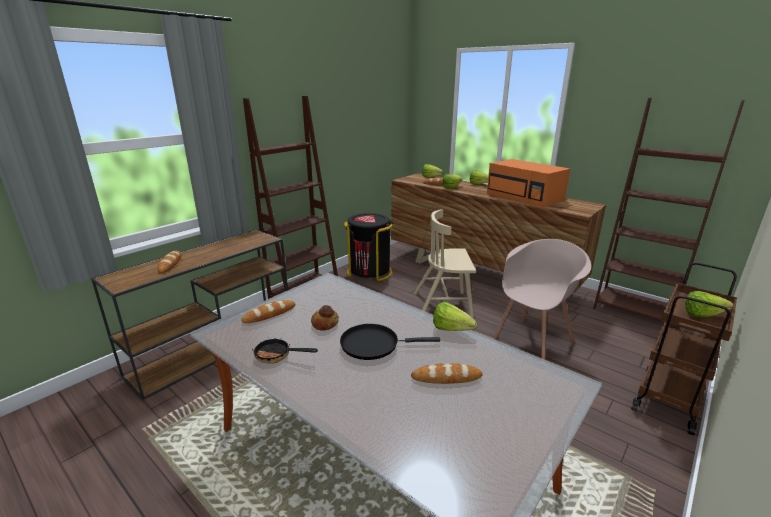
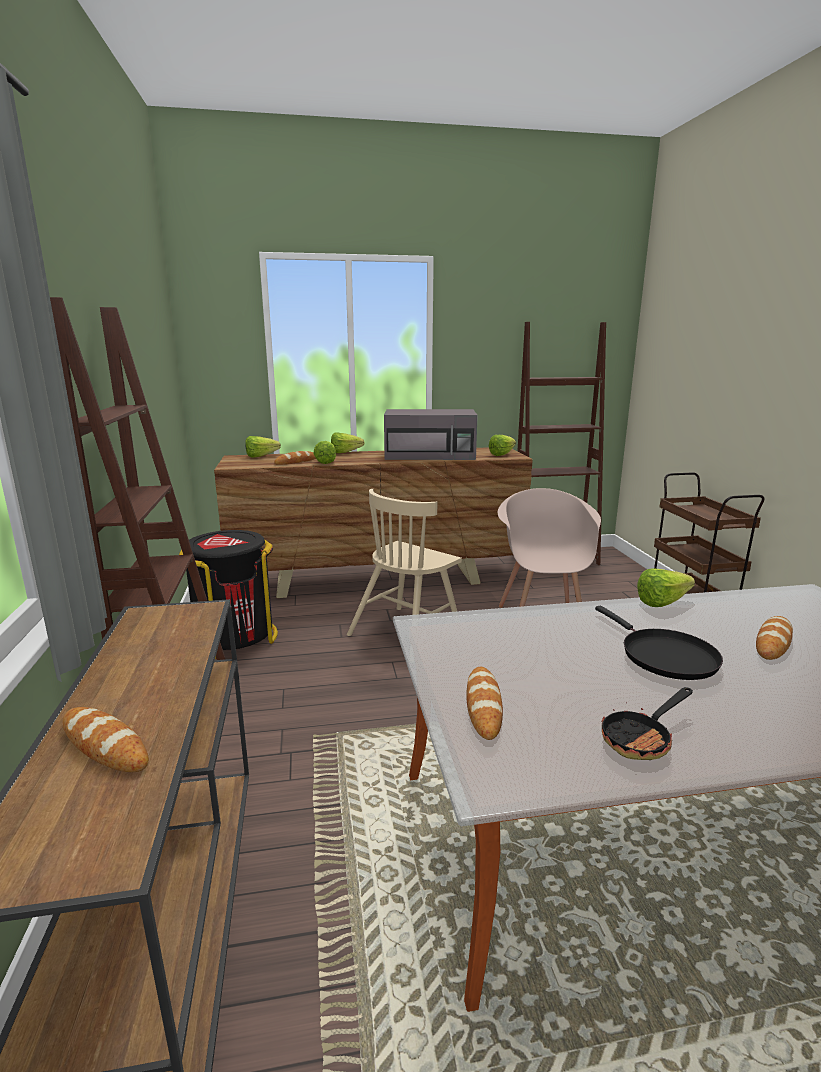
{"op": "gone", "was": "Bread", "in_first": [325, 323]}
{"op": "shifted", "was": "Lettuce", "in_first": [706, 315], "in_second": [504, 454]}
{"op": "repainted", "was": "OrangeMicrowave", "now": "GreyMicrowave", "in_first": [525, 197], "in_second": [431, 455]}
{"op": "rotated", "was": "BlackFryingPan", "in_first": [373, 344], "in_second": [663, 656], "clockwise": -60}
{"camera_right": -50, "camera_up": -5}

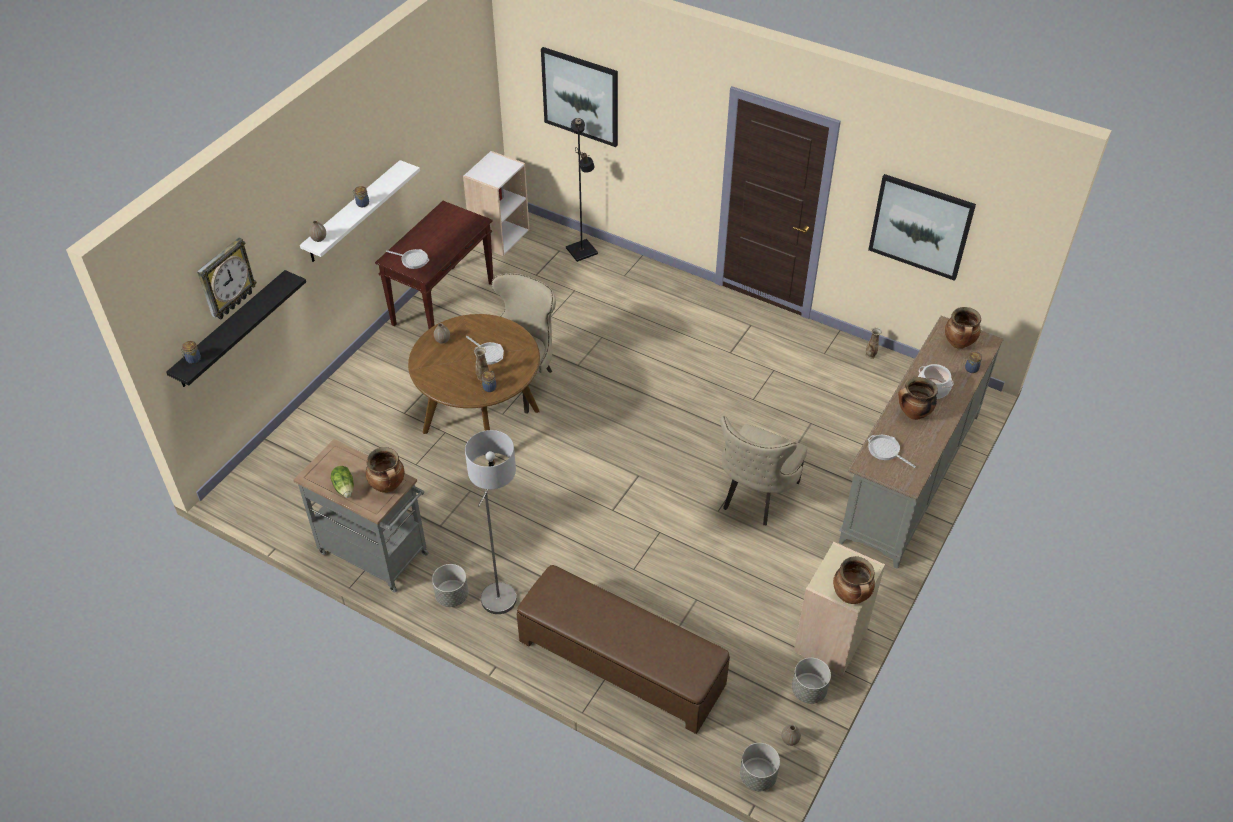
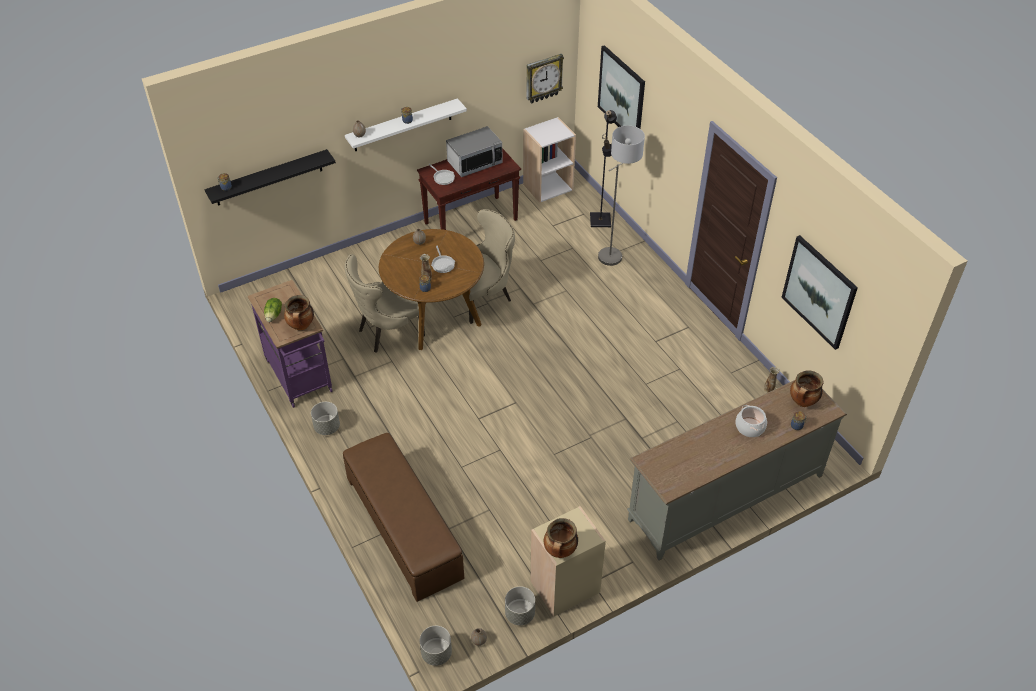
{"op": "gone", "was": "FryingPan", "in_first": [885, 450]}
{"op": "gone", "was": "CookingPot", "in_first": [913, 414]}
{"op": "new", "now": "Microwave", "in_second": [474, 163]}
{"op": "shifted", "was": "WallClock", "in_first": [225, 279], "in_second": [543, 78]}
{"op": "shifted", "was": "GreyFloorLamp", "in_first": [503, 590], "in_second": [615, 254]}
{"op": "shifted", "was": "BeigeChair", "in_first": [756, 495], "in_second": [387, 332]}
{"op": "repainted", "was": "GreyCart", "now": "PurpleCart", "in_first": [376, 555], "in_second": [300, 377]}
{"camera_right": 30, "camera_up": 0}

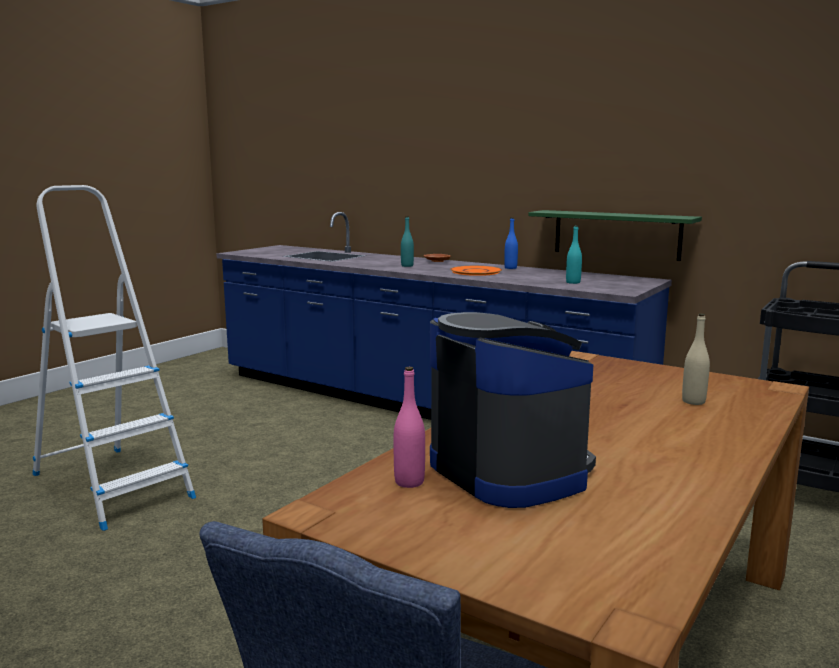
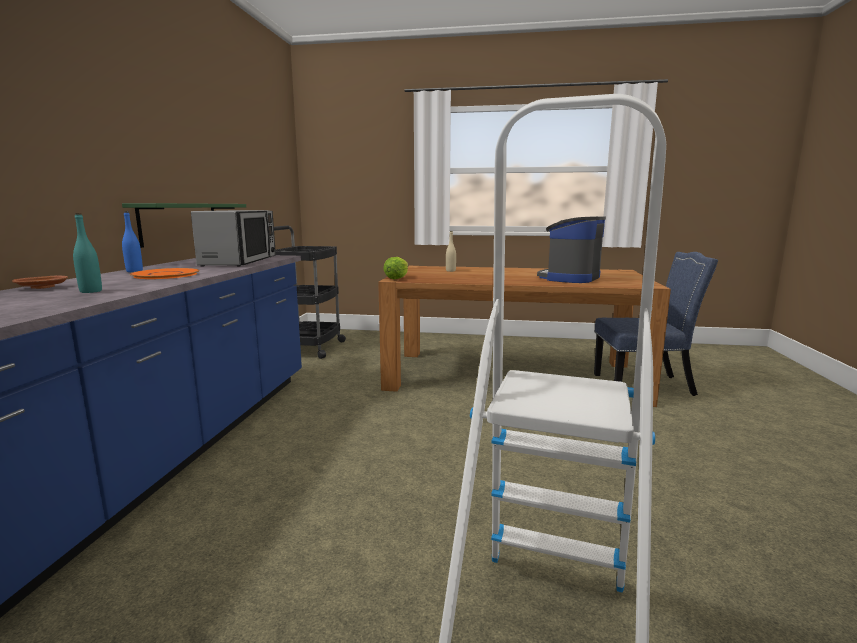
{"op": "gone", "was": "PinkBottle", "in_first": [409, 482]}
{"op": "new", "now": "Lettuce", "in_second": [396, 278]}
{"op": "swapped", "was": "TurquoiseBottle", "now": "Microwave", "in_first": [573, 282], "in_second": [240, 261]}
{"camera_right": -115, "camera_up": 0}

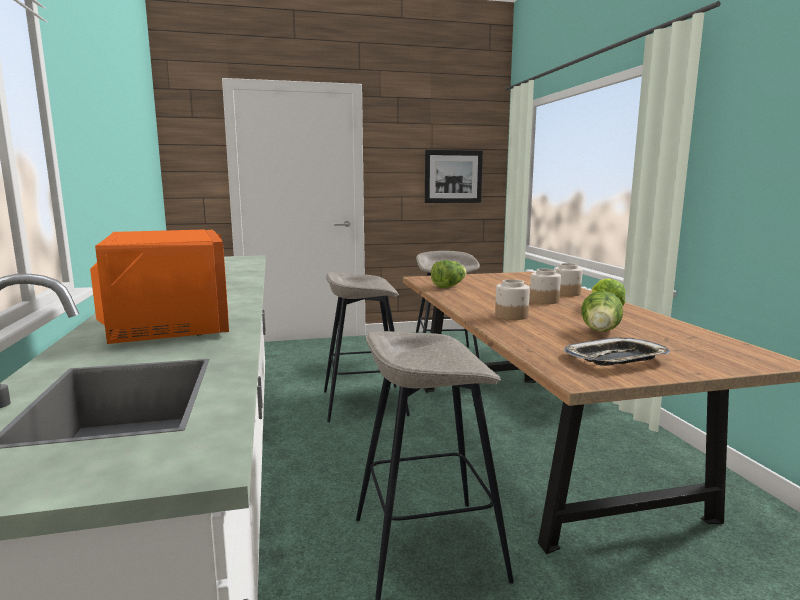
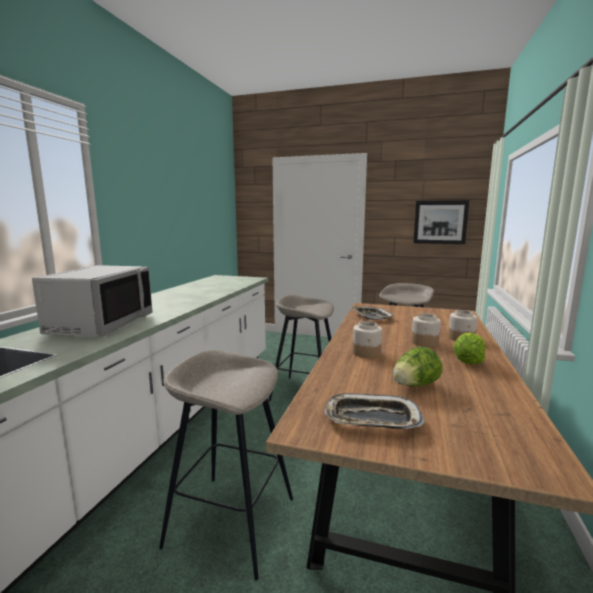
{"op": "swapped", "was": "Lettuce", "now": "Tray", "in_first": [449, 286], "in_second": [371, 316]}
{"op": "repainted", "was": "OrangeMicrowave", "now": "GreyMicrowave", "in_first": [167, 324], "in_second": [100, 324]}
{"camera_right": 30, "camera_up": 0}

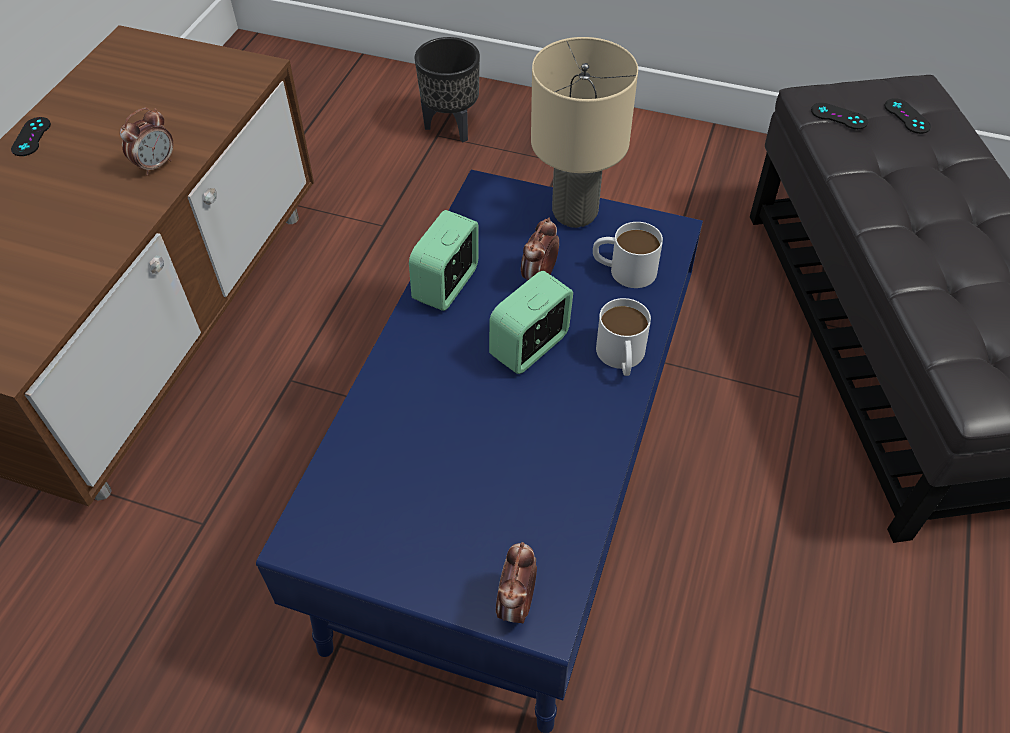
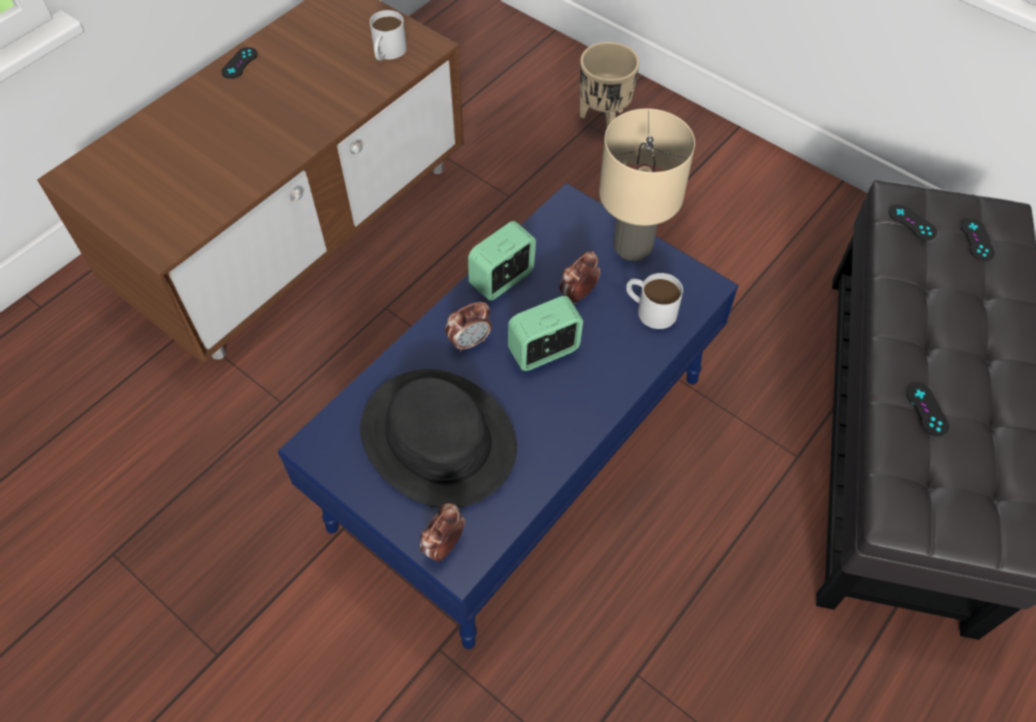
{"op": "new", "now": "BlackHat", "in_second": [438, 439]}
{"op": "new", "now": "BlackGameController", "in_second": [927, 410]}
{"op": "shifted", "was": "AlarmClock", "in_first": [156, 165], "in_second": [470, 342]}
{"op": "shifted", "was": "WhiteMug", "in_first": [621, 357], "in_second": [387, 53]}
{"op": "repainted", "was": "BlackPlanter", "now": "BeigePlanter", "in_first": [450, 127], "in_second": [603, 120]}
{"camera_right": 20, "camera_up": 5}

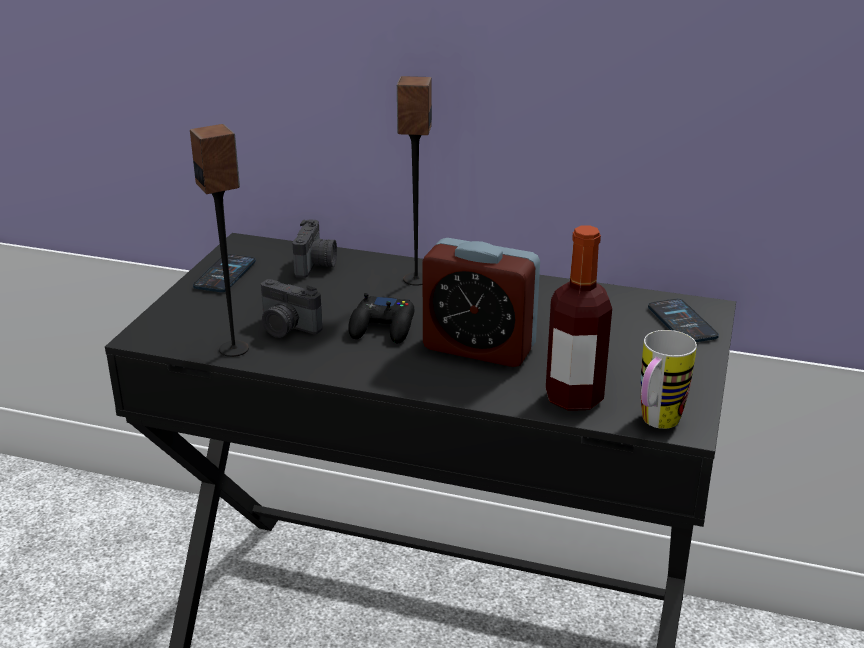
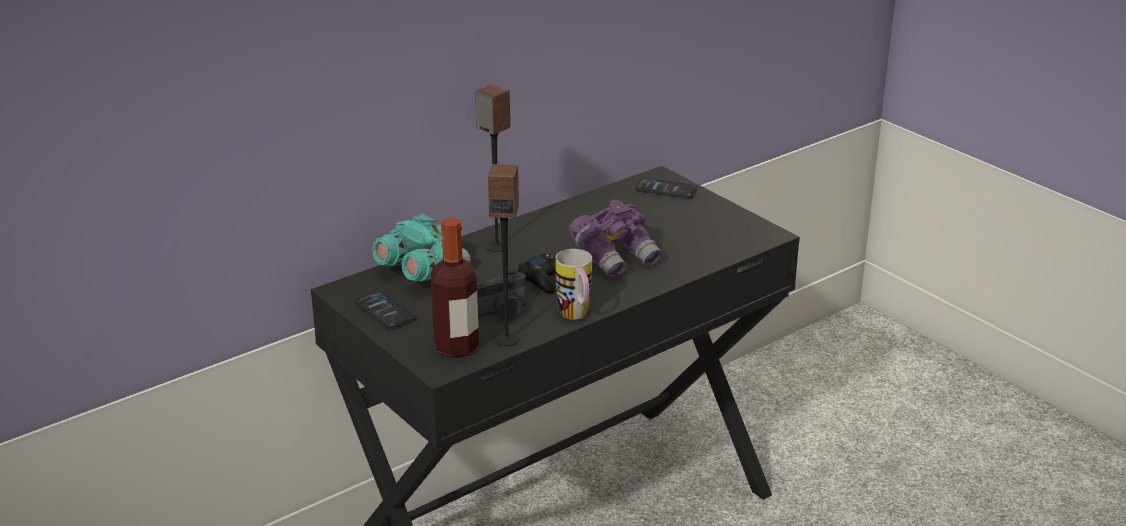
{"op": "shifted", "was": "Bottle", "in_first": [574, 397], "in_second": [456, 347]}
{"op": "shifted", "was": "Mug", "in_first": [655, 424], "in_second": [576, 317]}
{"op": "swapped", "was": "PhotoCamera", "now": "TurquoiseBinoculars", "in_first": [316, 265], "in_second": [421, 273]}
{"op": "swapped", "was": "AlarmClock", "now": "PurpleBinoculars", "in_first": [479, 348], "in_second": [615, 258]}
{"camera_right": -55, "camera_up": 0}

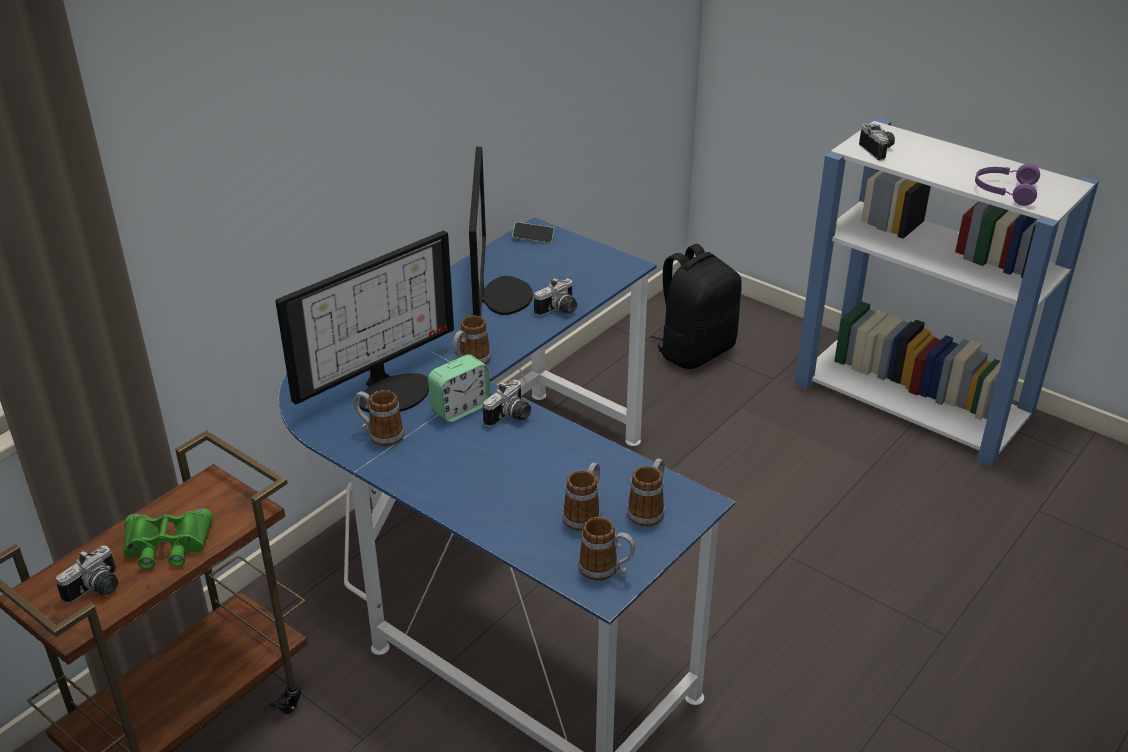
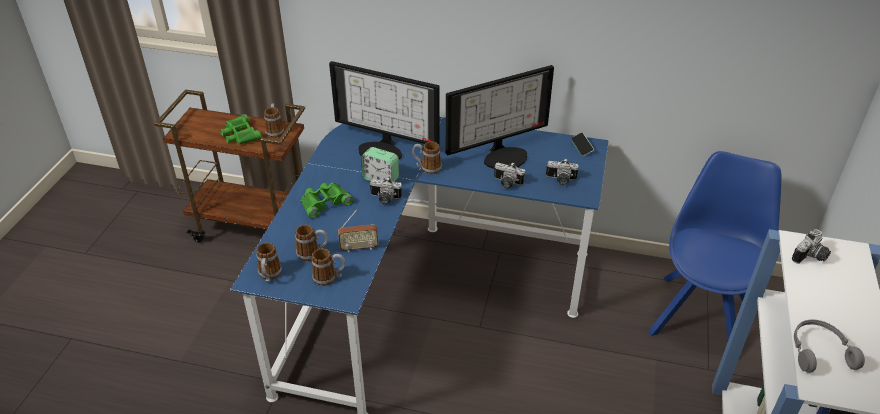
{"op": "new", "now": "GreenBinoculars", "in_second": [324, 202]}
{"op": "new", "now": "Radio", "in_second": [359, 248]}
{"op": "shifted", "was": "PhotoCamera", "in_first": [97, 590], "in_second": [560, 180]}
{"op": "shifted", "was": "Mug", "in_first": [380, 435], "in_second": [275, 130]}
{"op": "swapped", "was": "BlackBackpack", "now": "BlueChair", "in_first": [695, 351], "in_second": [700, 314]}
{"op": "repainted", "was": "PurpleHeadphones", "now": "GreyHeadphones", "in_first": [1004, 191], "in_second": [819, 351]}
{"camera_right": 65, "camera_up": 5}

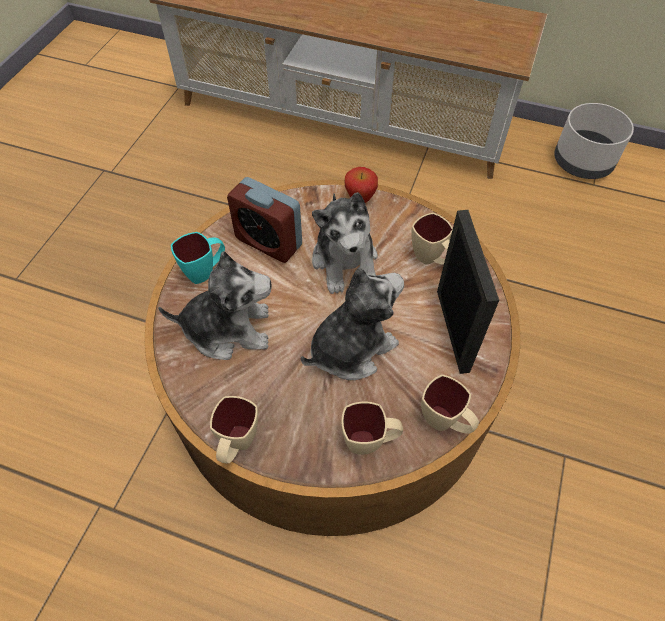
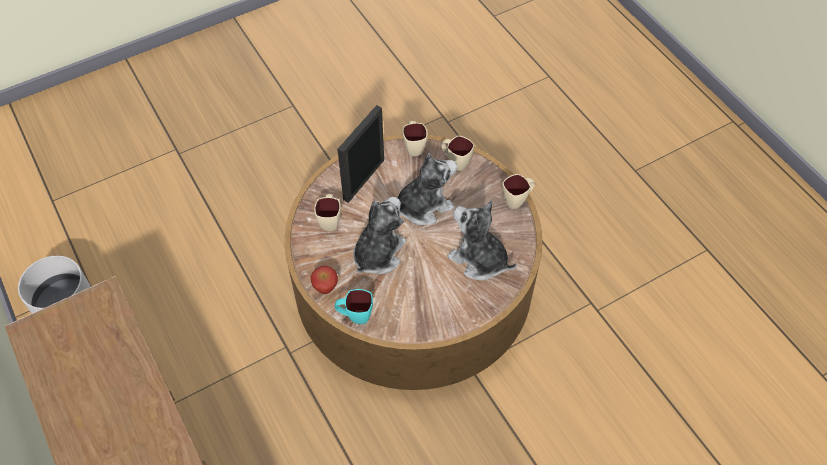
{"op": "gone", "was": "AlarmClock", "in_first": [268, 242]}
{"op": "shifted", "was": "TurquoiseMug", "in_first": [205, 271], "in_second": [355, 316]}
{"op": "rotated", "was": "PlushToy", "in_first": [351, 347], "in_second": [423, 206], "clockwise": 150}
{"camera_right": -140, "camera_up": 0}

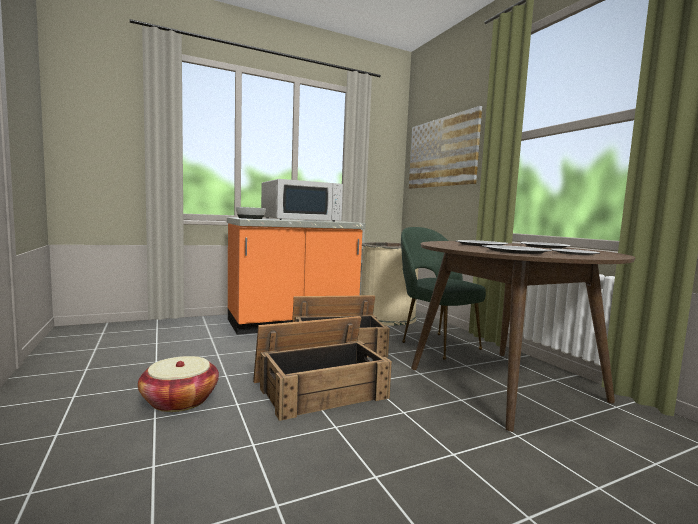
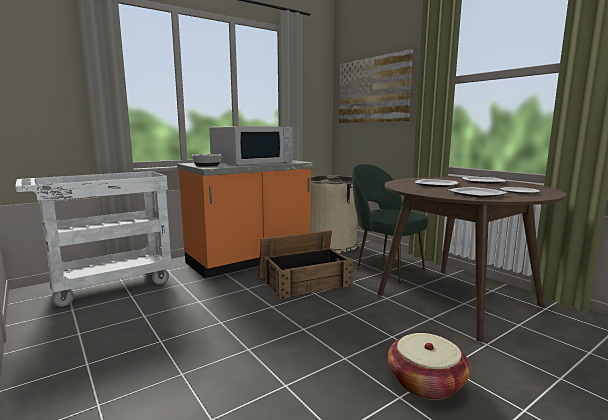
{"op": "gone", "was": "Crate", "in_first": [320, 389]}
{"op": "new", "now": "WhiteCart", "in_second": [107, 288]}
{"op": "shifted", "was": "Basket", "in_first": [179, 400], "in_second": [426, 382]}
{"camera_right": -10, "camera_up": 5}

